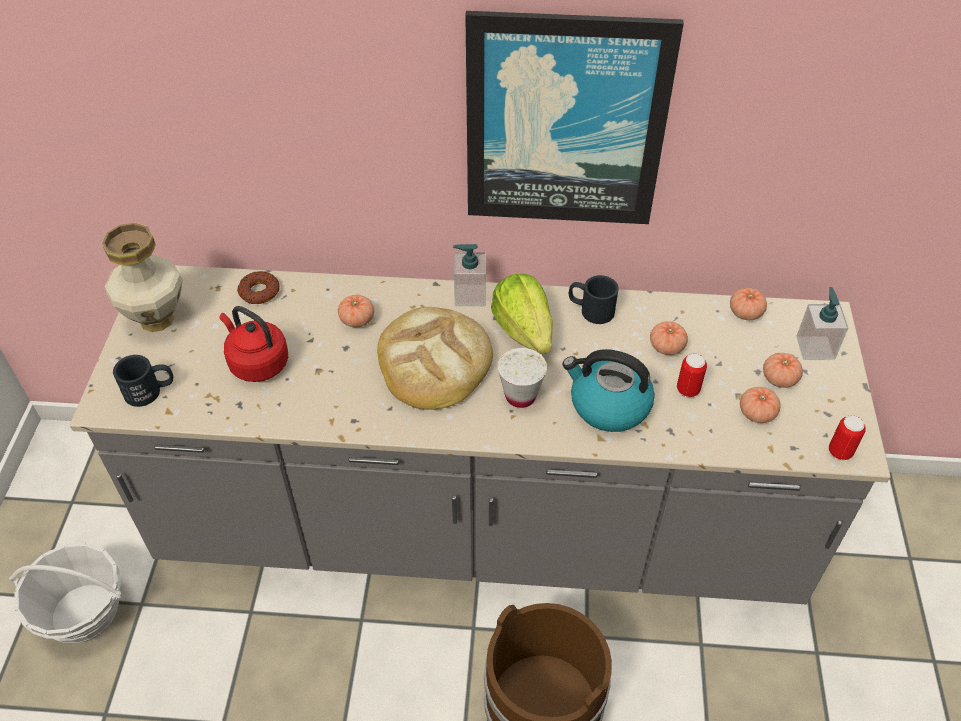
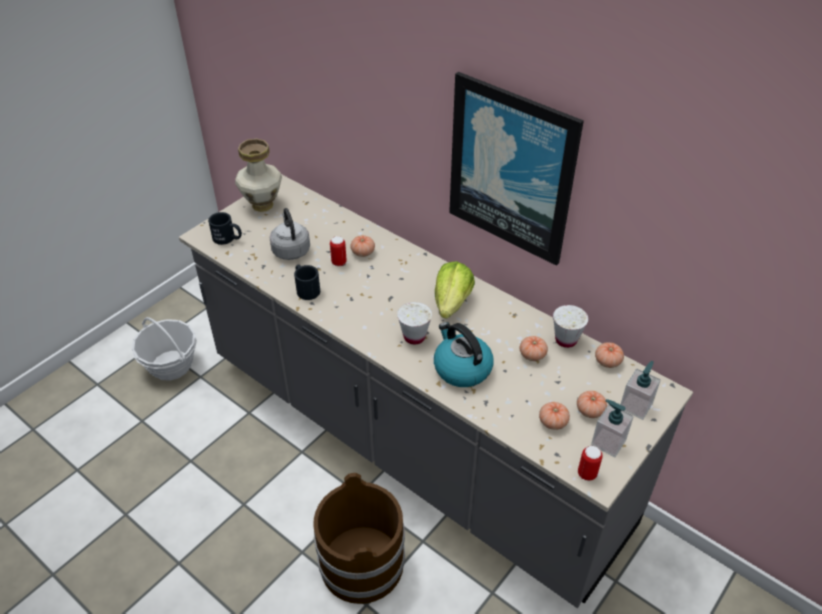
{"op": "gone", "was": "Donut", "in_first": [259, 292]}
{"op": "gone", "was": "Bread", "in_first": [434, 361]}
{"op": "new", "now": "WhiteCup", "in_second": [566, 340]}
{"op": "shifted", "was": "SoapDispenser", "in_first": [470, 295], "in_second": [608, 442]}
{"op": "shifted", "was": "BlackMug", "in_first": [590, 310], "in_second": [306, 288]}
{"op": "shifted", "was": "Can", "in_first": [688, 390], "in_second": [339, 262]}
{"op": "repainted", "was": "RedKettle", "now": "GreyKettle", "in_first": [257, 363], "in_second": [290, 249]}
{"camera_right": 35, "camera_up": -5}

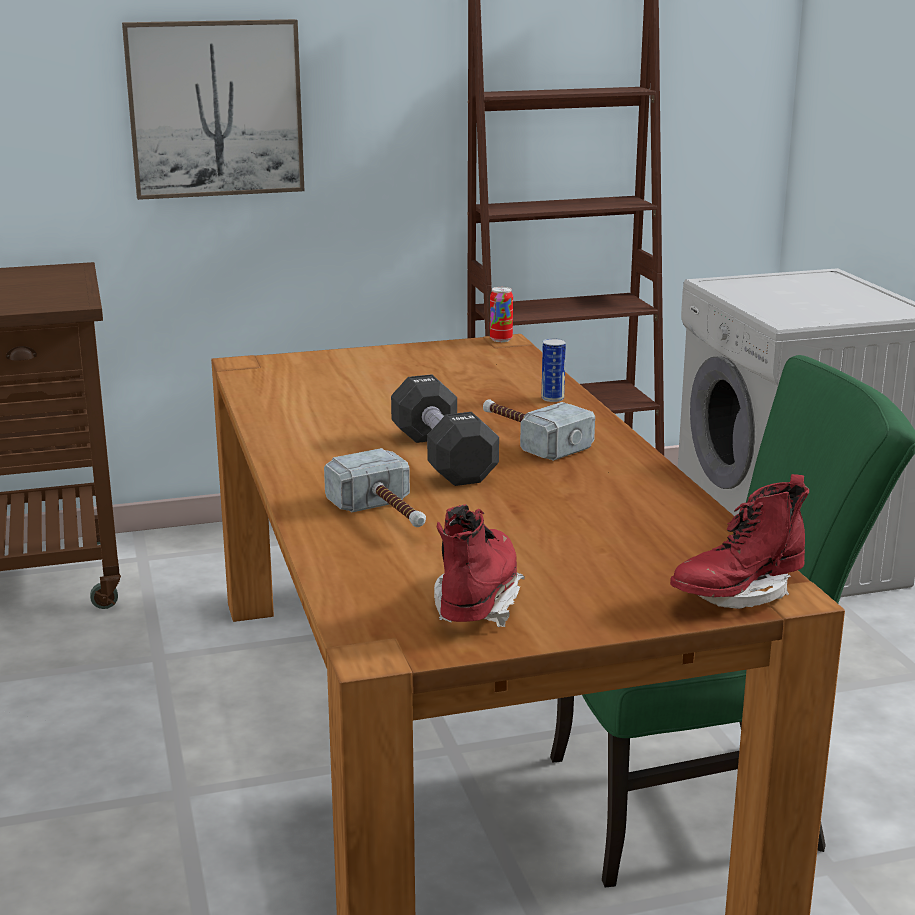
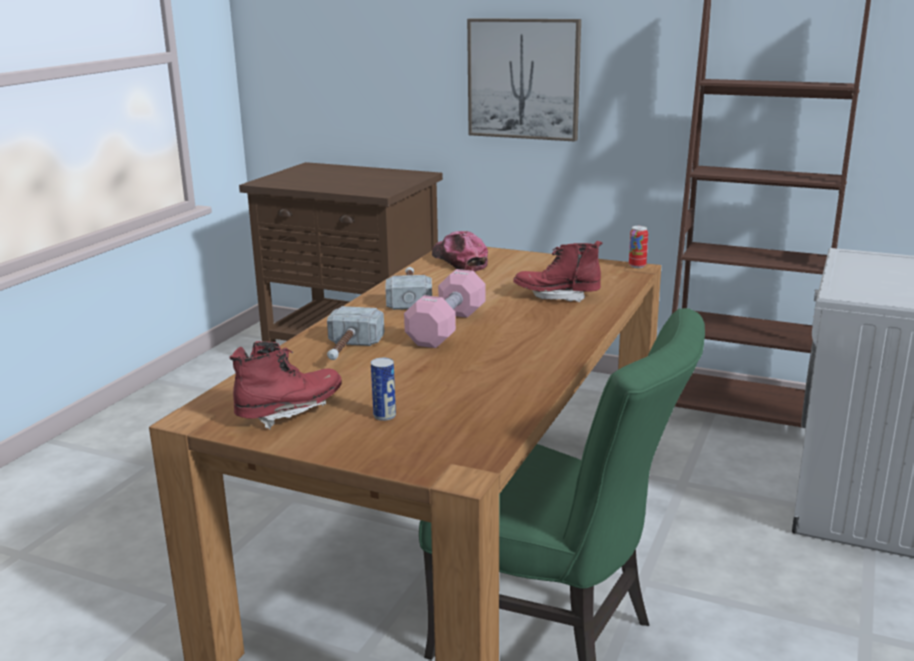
{"op": "new", "now": "Cap", "in_second": [459, 260]}
{"op": "shifted", "was": "Hammer", "in_first": [529, 439], "in_second": [409, 296]}
{"op": "shifted", "was": "Can", "in_first": [552, 398], "in_second": [384, 416]}
{"op": "shifted", "was": "RedBoot", "in_first": [737, 594], "in_second": [557, 296]}
{"op": "repainted", "was": "BlackDumbbell", "now": "PinkDumbbell", "in_first": [443, 457], "in_second": [447, 327]}
{"camera_right": 40, "camera_up": 0}

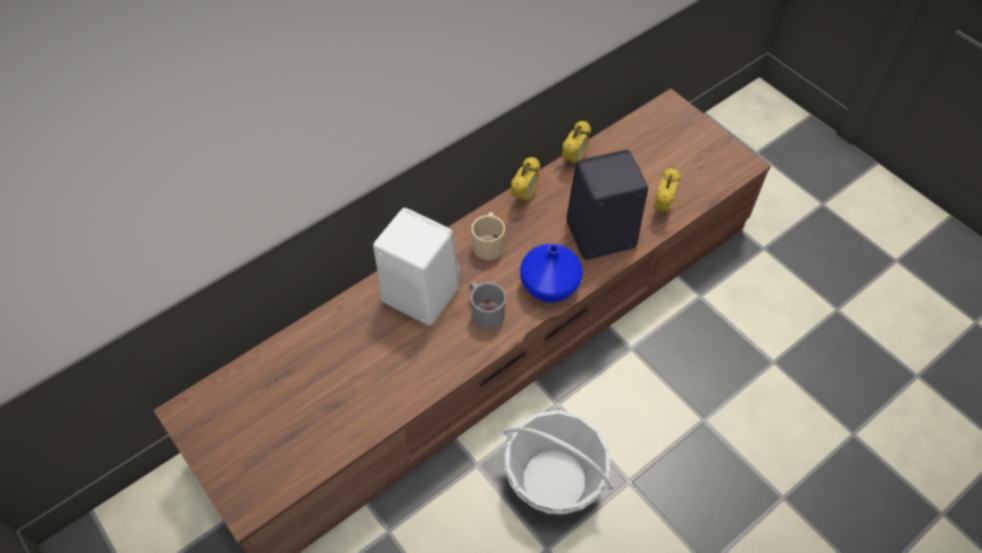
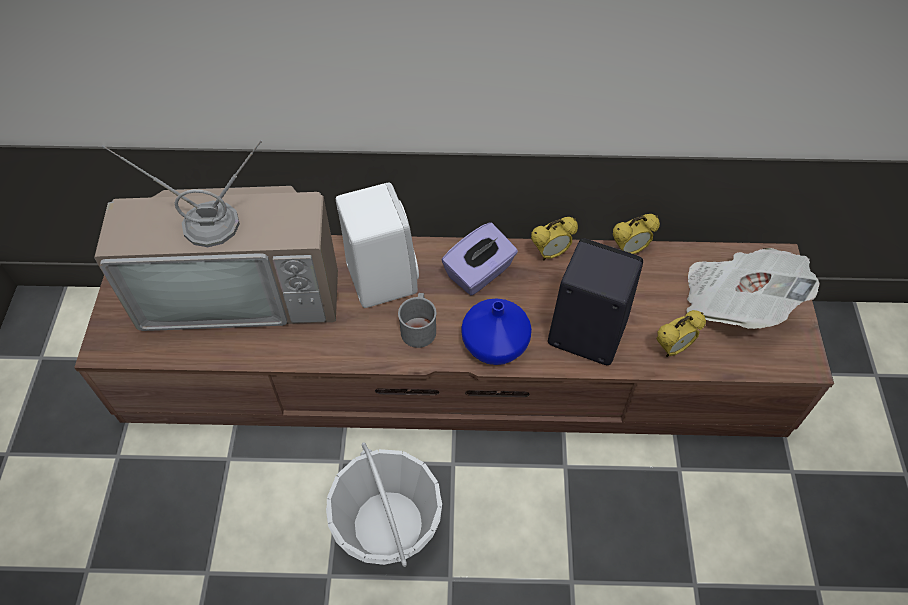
{"op": "new", "now": "Television", "in_second": [242, 287]}
{"op": "new", "now": "Newspaper", "in_second": [736, 302]}
{"op": "swapped", "was": "BeigeMug", "now": "PurpleTissueBox", "in_first": [488, 243], "in_second": [479, 273]}
{"camera_right": 40, "camera_up": 0}

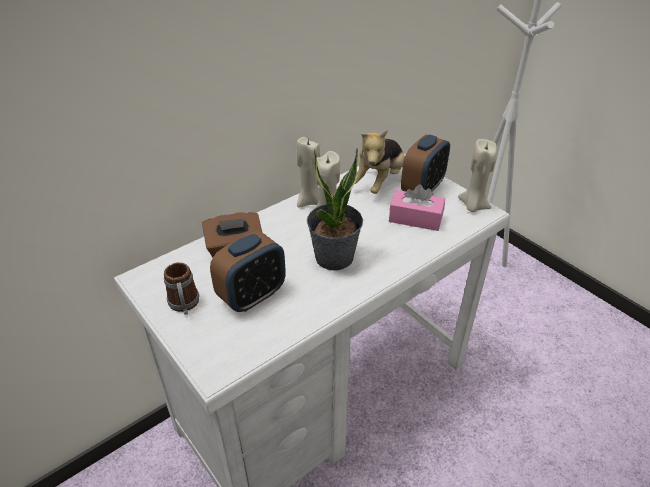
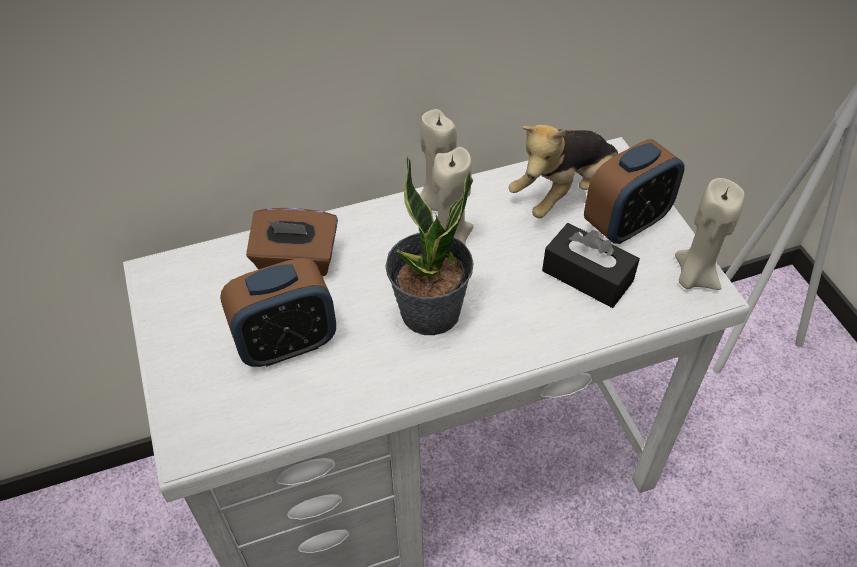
{"op": "gone", "was": "Mug", "in_first": [184, 305]}
{"op": "repainted", "was": "PinkTissueBox", "now": "BlackTissueBox", "in_first": [415, 218], "in_second": [587, 276]}
{"camera_right": 20, "camera_up": 10}

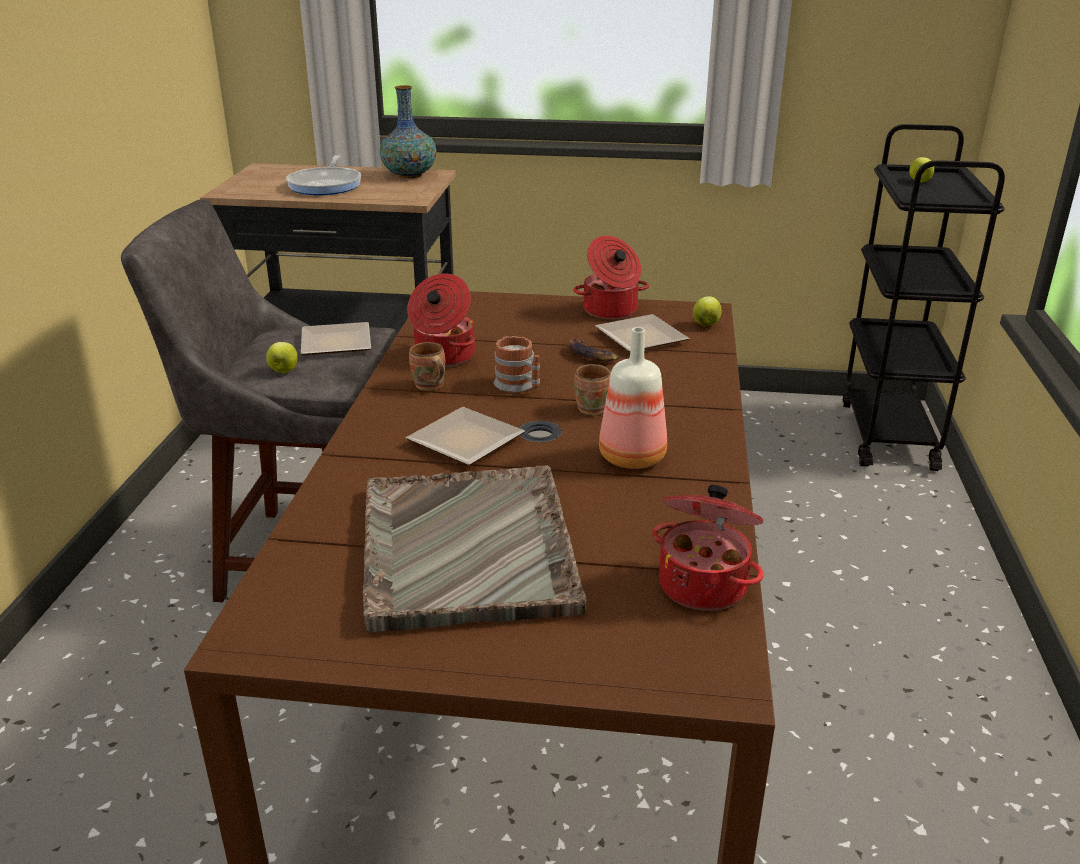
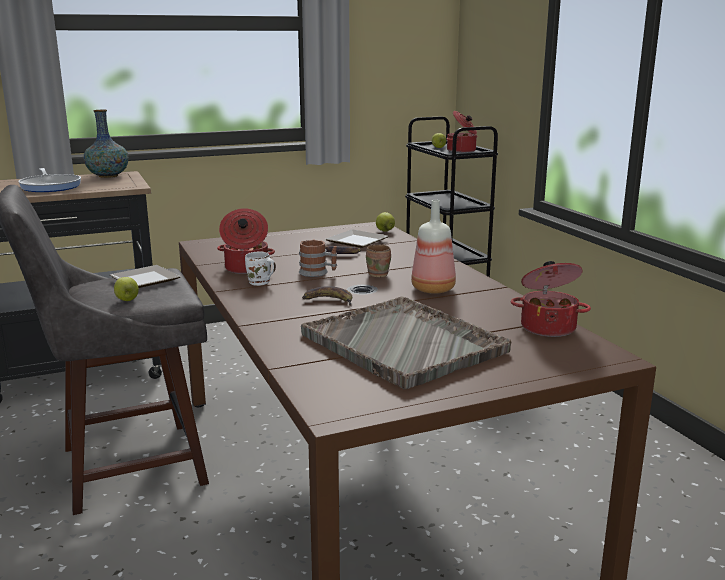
{"op": "shifted", "was": "CookingPot", "in_first": [610, 311], "in_second": [462, 151]}
{"op": "swapped", "was": "Plate", "now": "Banana", "in_first": [470, 441], "in_second": [328, 300]}
{"op": "repainted", "was": "BrownMug", "now": "WhiteMug", "in_first": [429, 386], "in_second": [260, 283]}
{"camera_right": -30, "camera_up": -10}

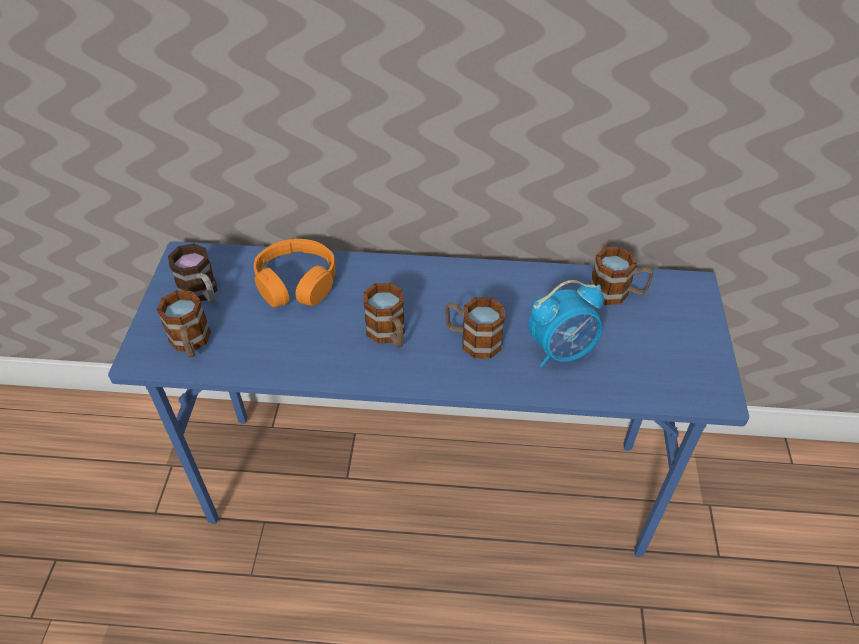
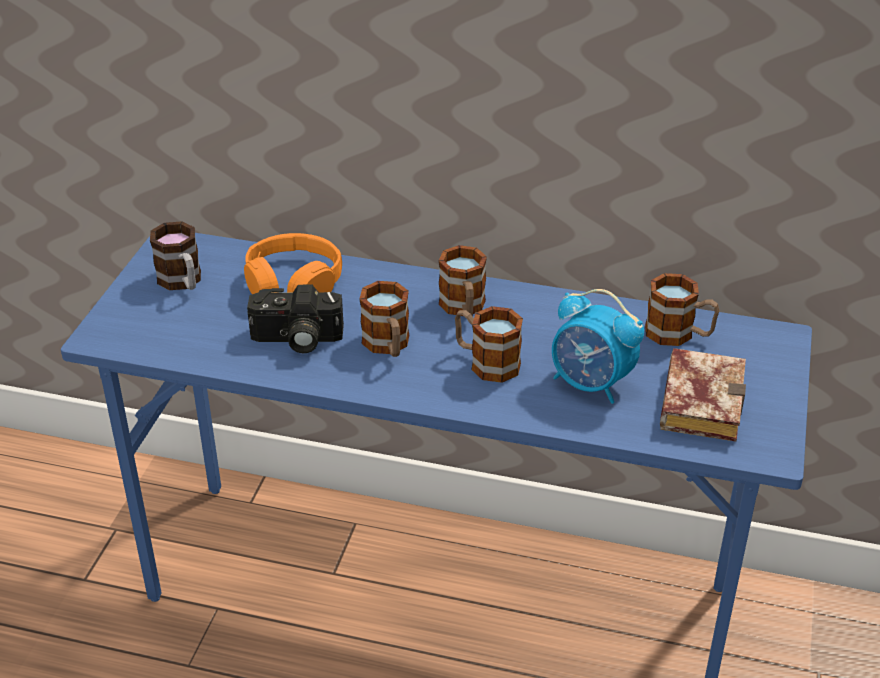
{"op": "new", "now": "PhotoCamera", "in_second": [296, 339]}
{"op": "new", "now": "Book", "in_second": [698, 400]}
{"op": "shifted", "was": "Mug", "in_first": [191, 343], "in_second": [463, 308]}
{"op": "rotated", "was": "AlarmClock", "in_first": [561, 350], "in_second": [591, 384], "clockwise": 45}
{"camera_right": 10, "camera_up": -10}

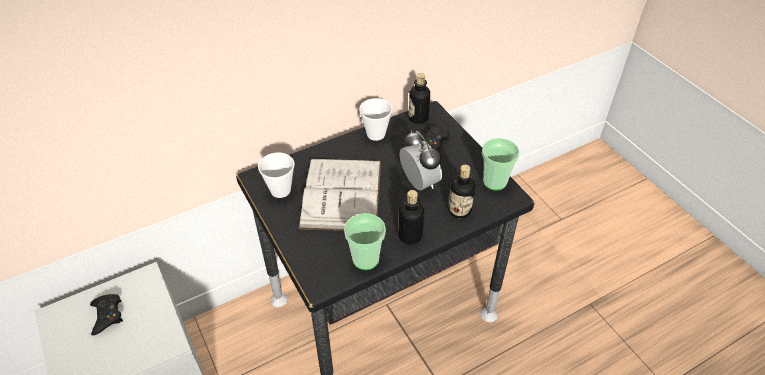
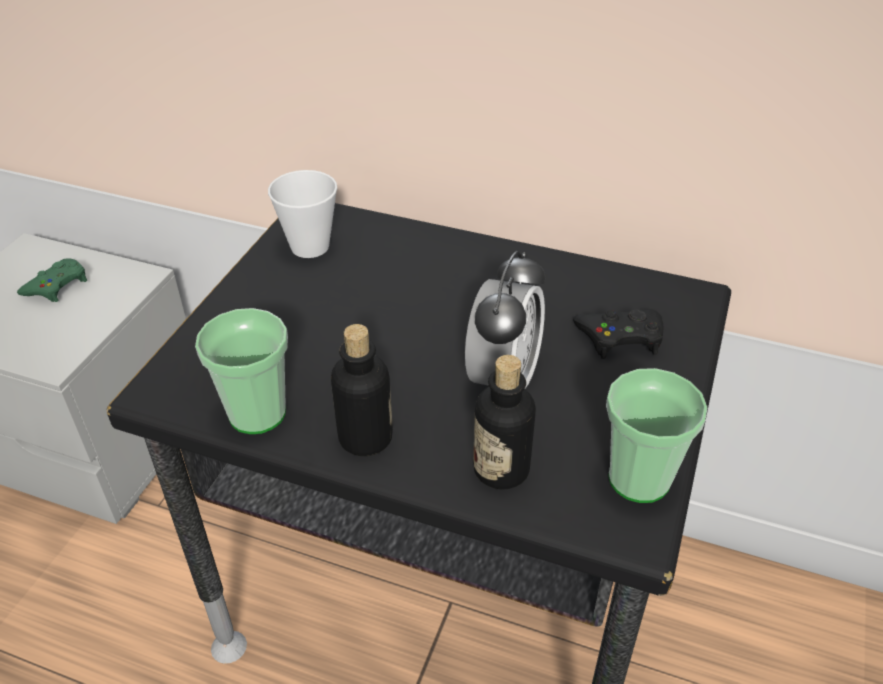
{"op": "gone", "was": "WhiteBook", "in_first": [341, 194]}
{"op": "gone", "was": "Cup", "in_first": [376, 134]}
{"op": "gone", "was": "Bottle", "in_first": [418, 118]}
{"op": "repainted", "was": "BlackGameController", "now": "GreenGameController", "in_first": [107, 315], "in_second": [57, 285]}
{"camera_right": 50, "camera_up": -5}

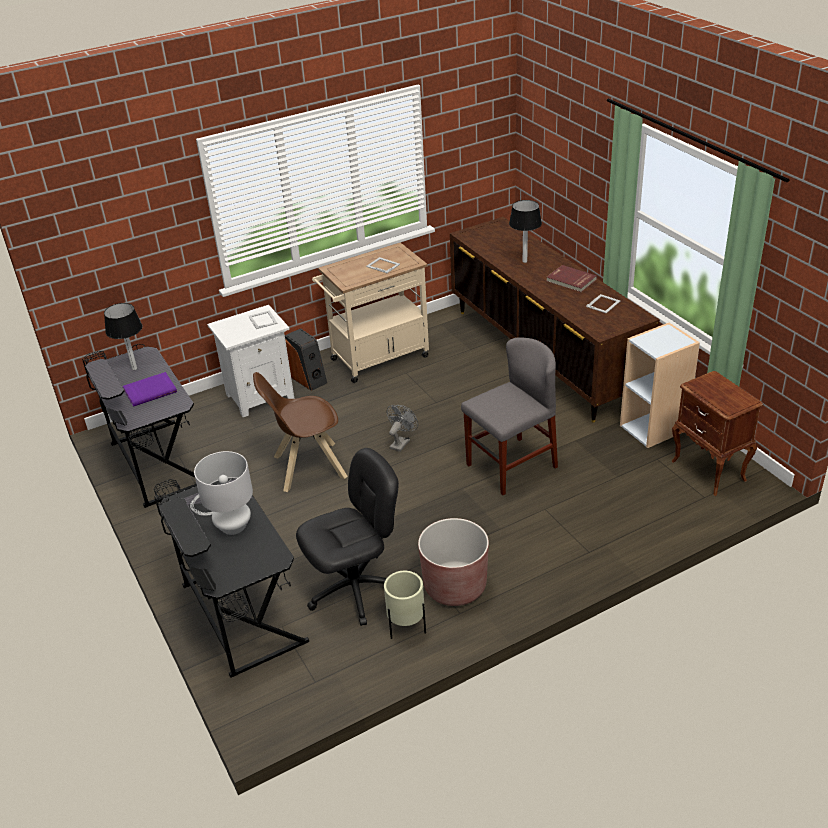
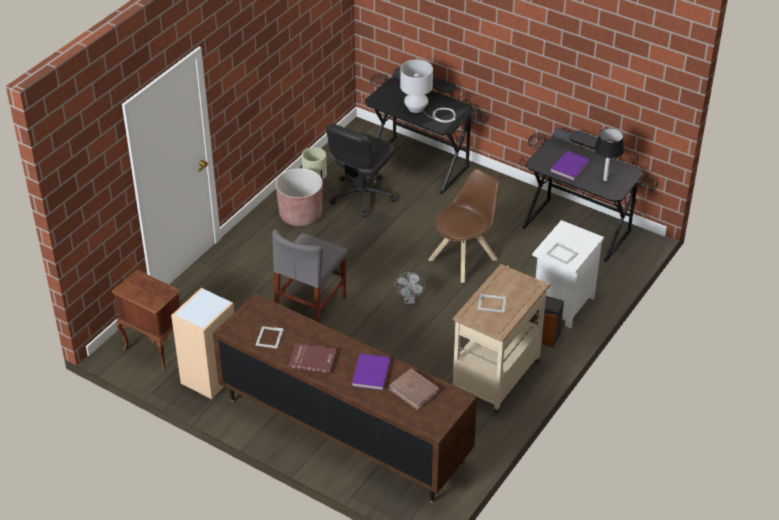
{"op": "new", "now": "BrownBook", "in_second": [414, 390]}
{"op": "swapped", "was": "TableLamp", "now": "PurpleBook", "in_first": [524, 261], "in_second": [372, 373]}
{"camera_right": 150, "camera_up": 5}

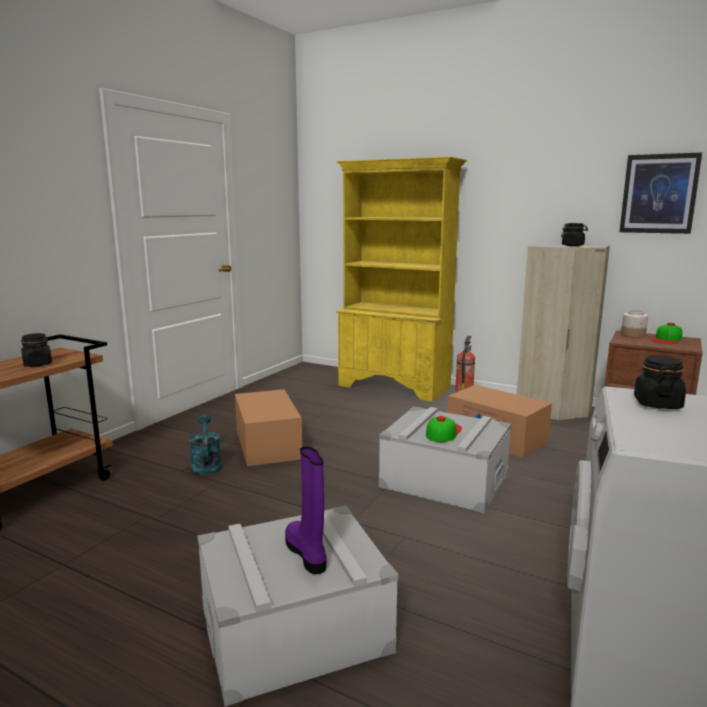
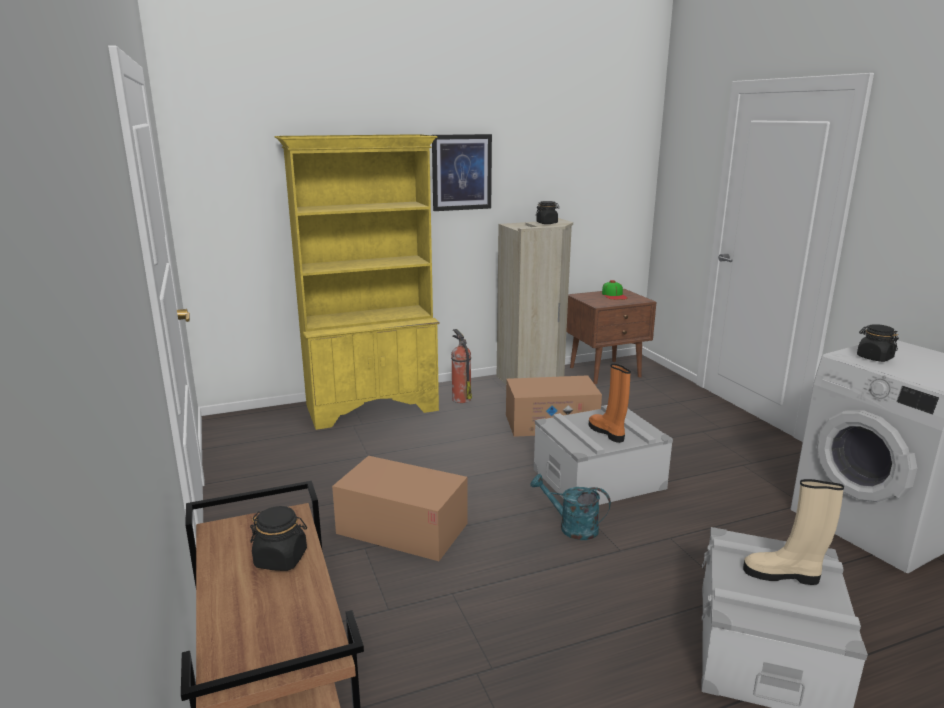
{"op": "gone", "was": "Jar", "in_first": [633, 335]}
{"op": "shifted", "was": "TurquoiseWateringCan", "in_first": [206, 465], "in_second": [571, 527]}
{"op": "shifted", "was": "Picture", "in_first": [659, 194], "in_second": [461, 172]}
{"op": "swapped", "was": "Cap", "now": "OrangeBoot", "in_first": [443, 432], "in_second": [607, 433]}
{"op": "repainted", "was": "PurpleBoot", "now": "BeigeBoot", "in_first": [307, 553], "in_second": [783, 575]}
{"camera_right": -50, "camera_up": 5}

